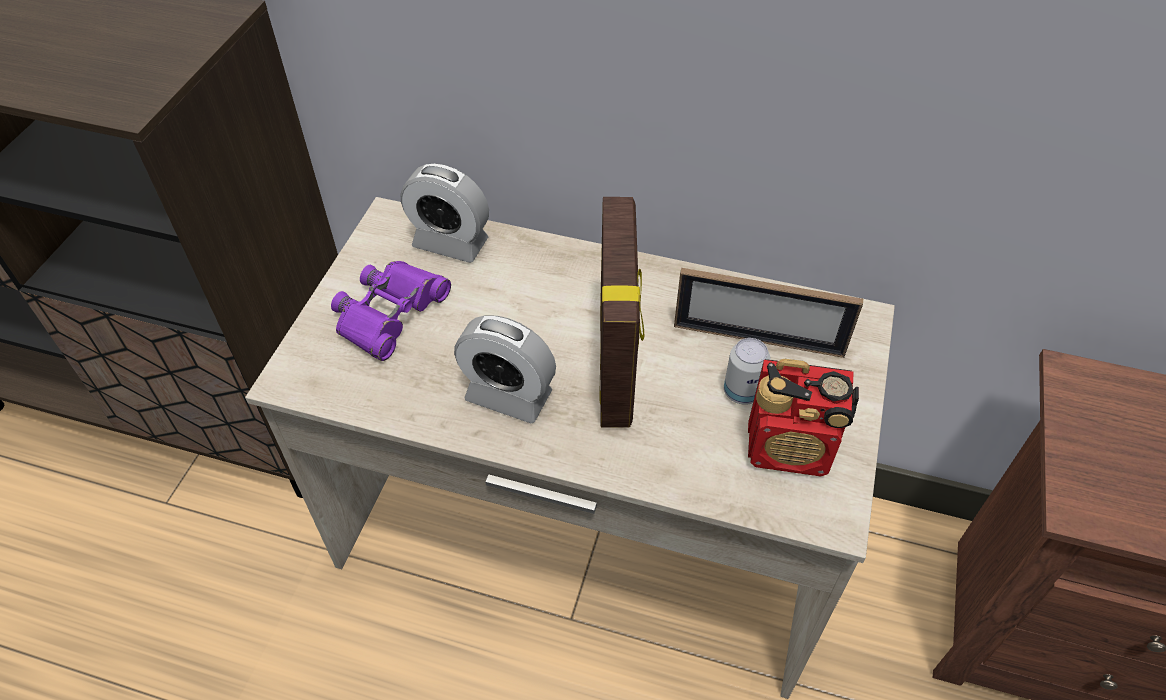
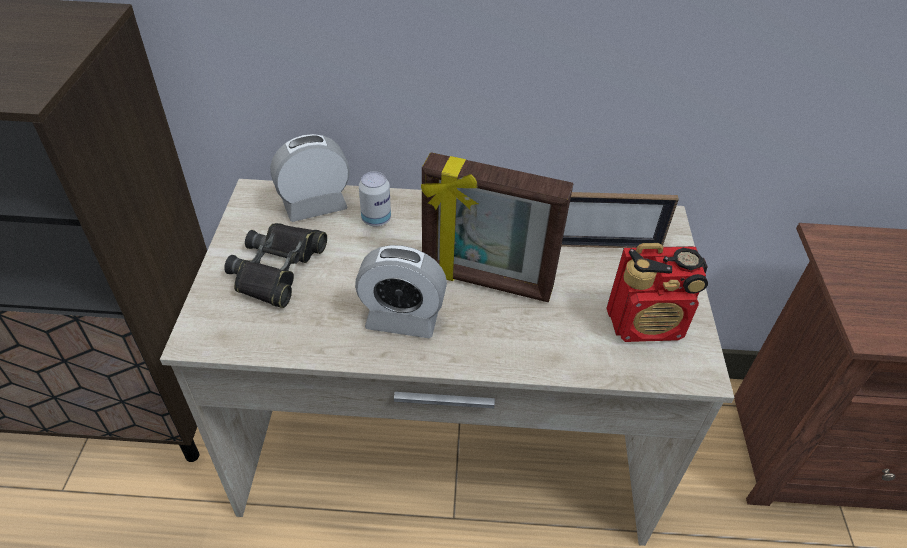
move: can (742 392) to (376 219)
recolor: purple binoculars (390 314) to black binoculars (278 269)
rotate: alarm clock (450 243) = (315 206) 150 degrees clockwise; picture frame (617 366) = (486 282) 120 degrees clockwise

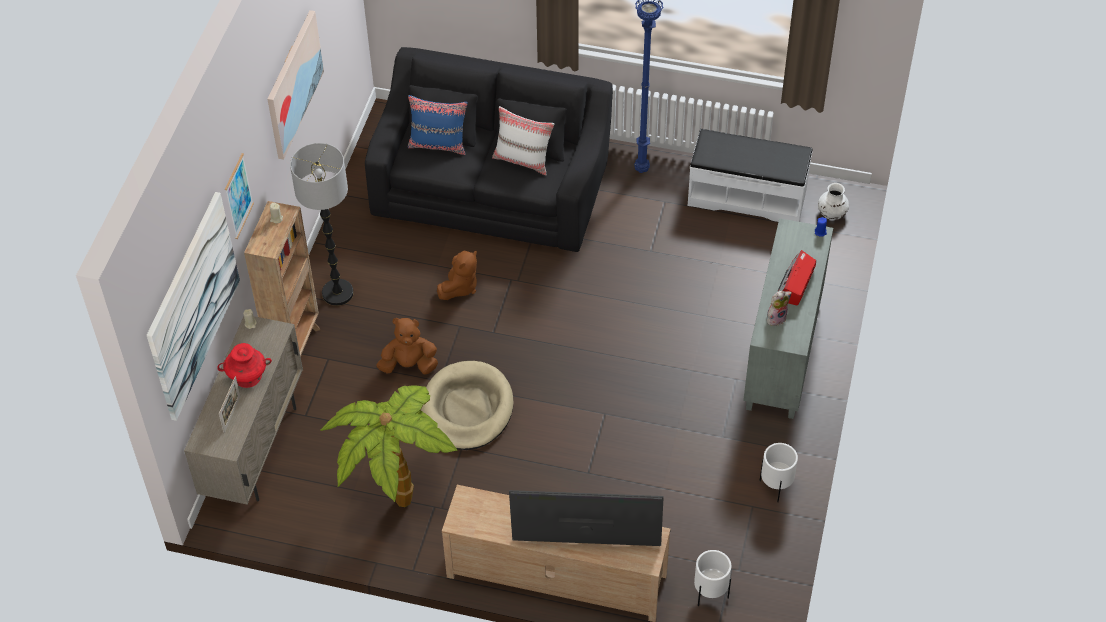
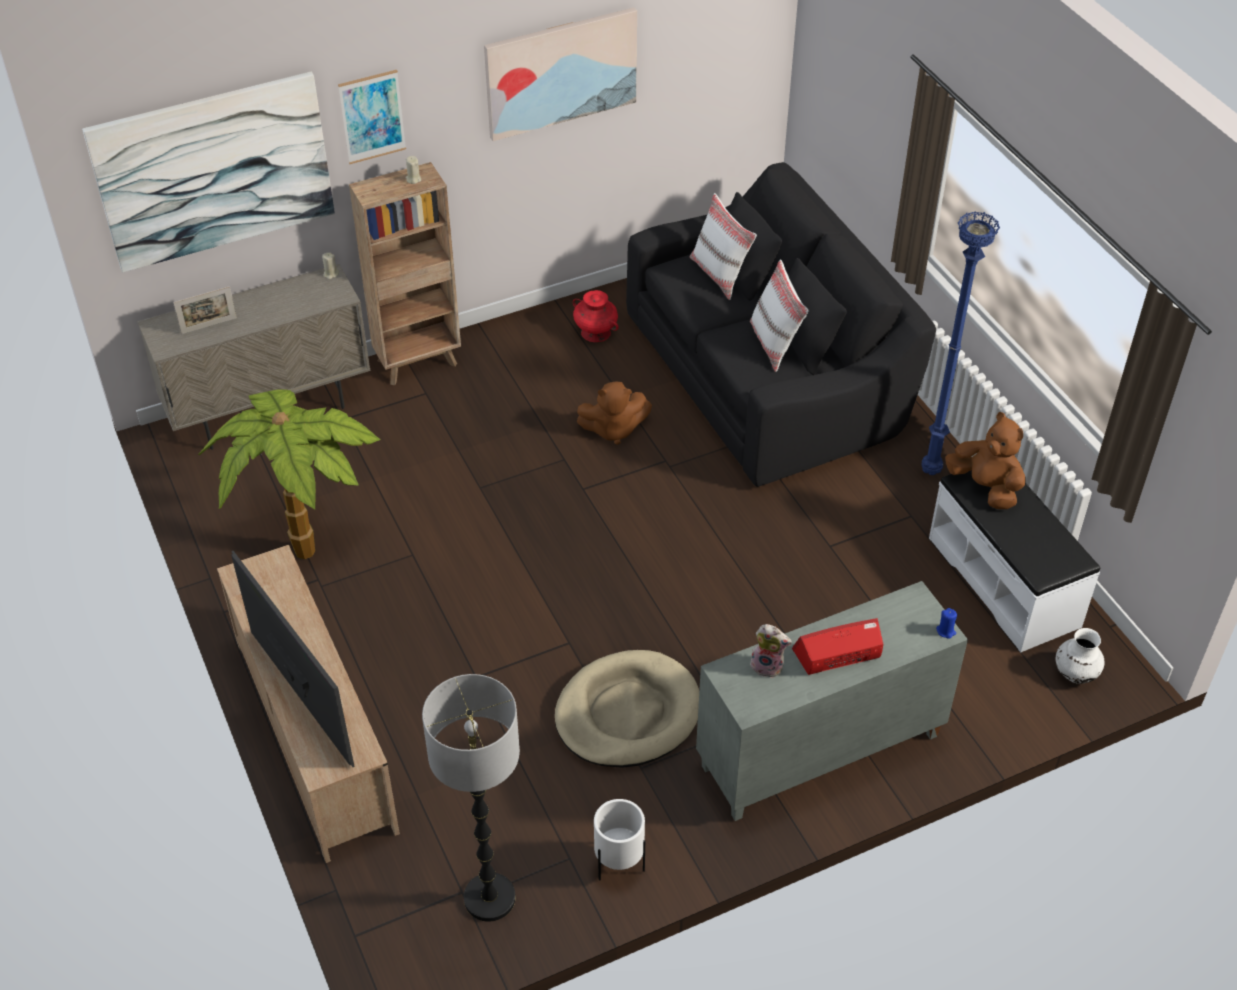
delete: white planter (710 594)
move: red vase (247 377) to (595 332); floor lamp (337 293) to (490 898); brown plush toy (409 365) to (985 487); beige dog bed (467 409) to (627 713)
recolor: blue pillow (438 144) to white pillow (720 274)

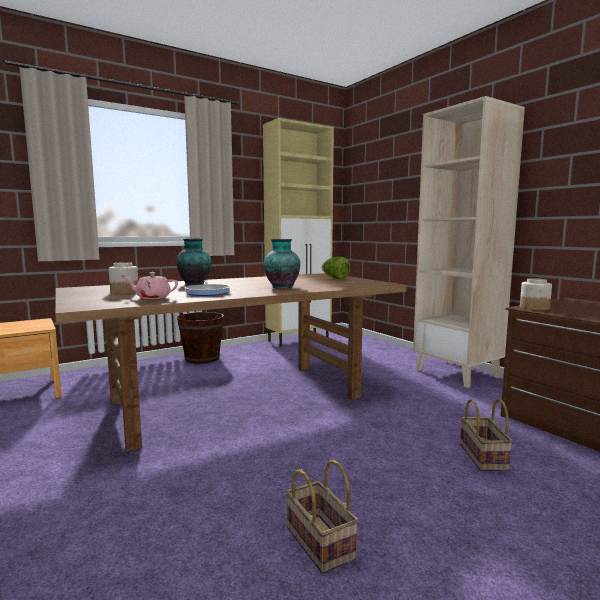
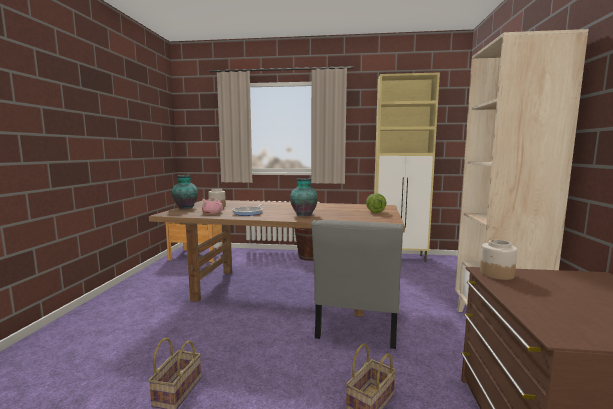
insert: grey chair (356 327)
move: vase (194 284) to (185 207)

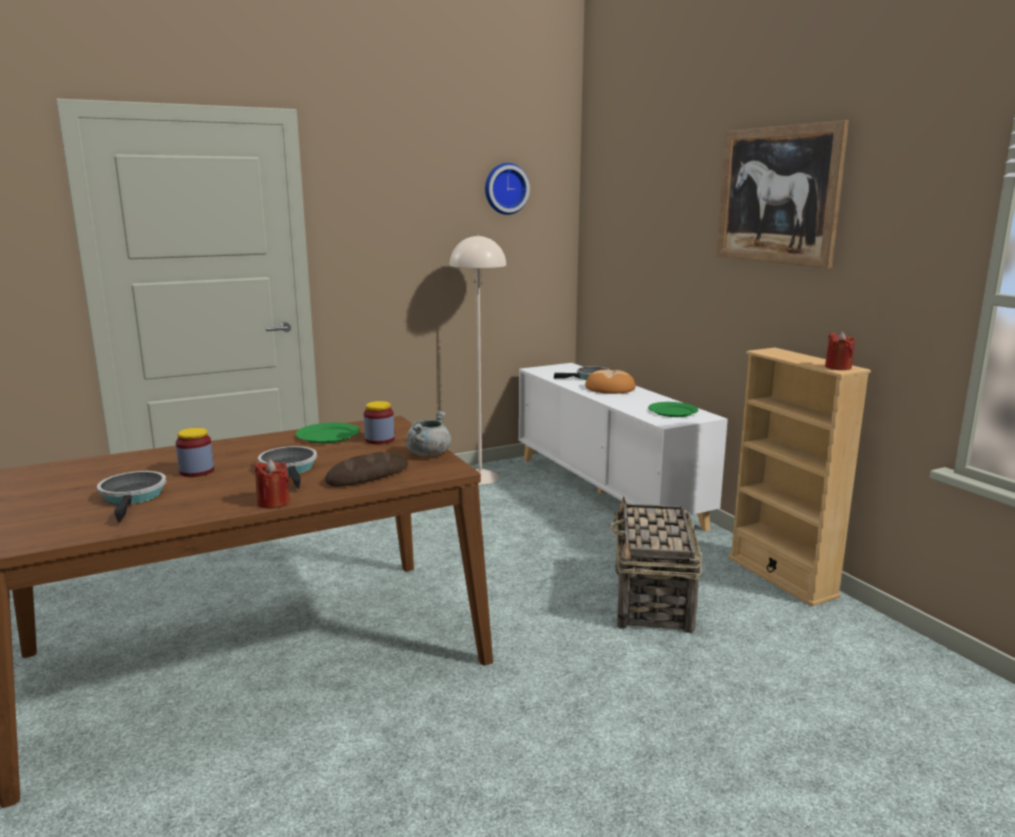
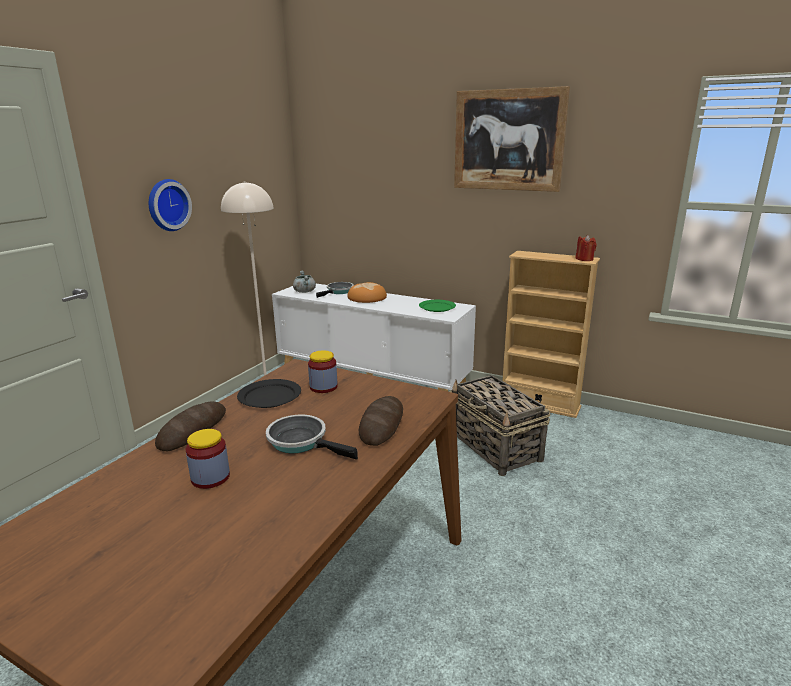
delete: frying pan (133 497); red candle (273 502)
insert: bread (193 430)
move: grey cooking pot (428 453) to (304 291); wall clock (505 188) to (167 205)
recolor: green plate (328 436) to black plate (270 396)

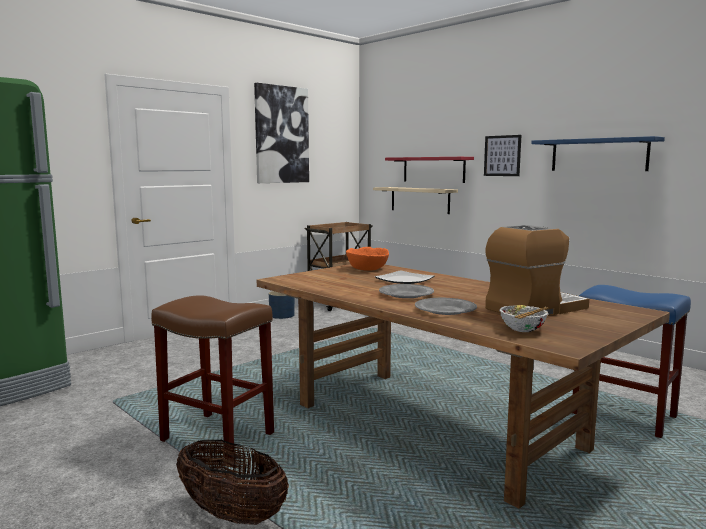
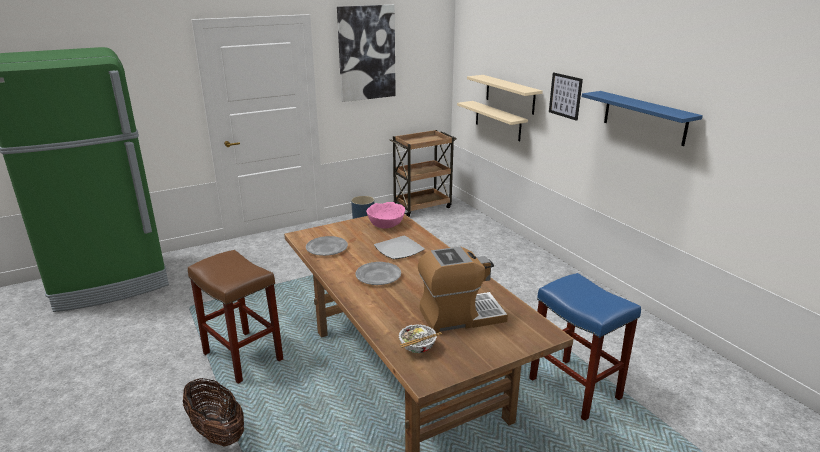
move: grey plate (445 310) to (326 248)
recolor: orange bowl (367 268) to pink bowl (386 224); red shelf (433 169) to beige shelf (510 94)

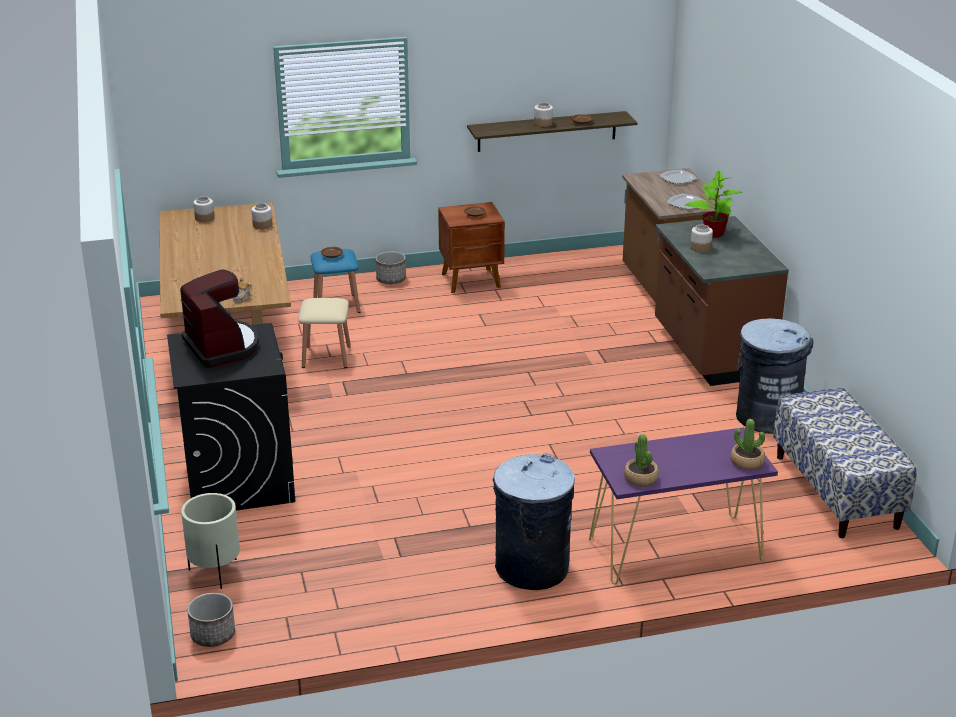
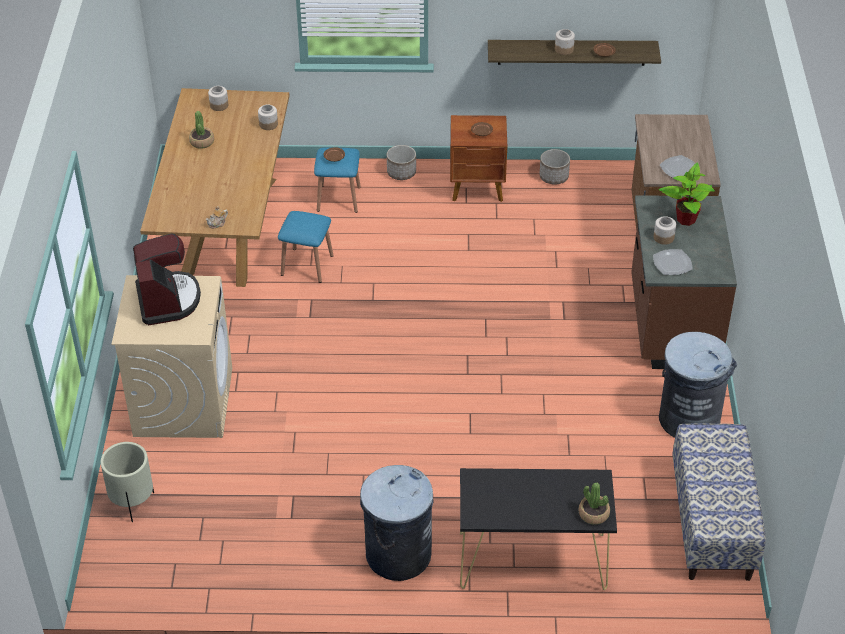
move: planter (213 634) to (554 177); potted plant (641 478) to (202 142); plate (678 178) to (672 263)
recolor: black washing machine (238 479) to beige washing machine (183 401); beige stool (326 356) to blue stool (307 265); purple console table (674 549) to black console table (531 561)

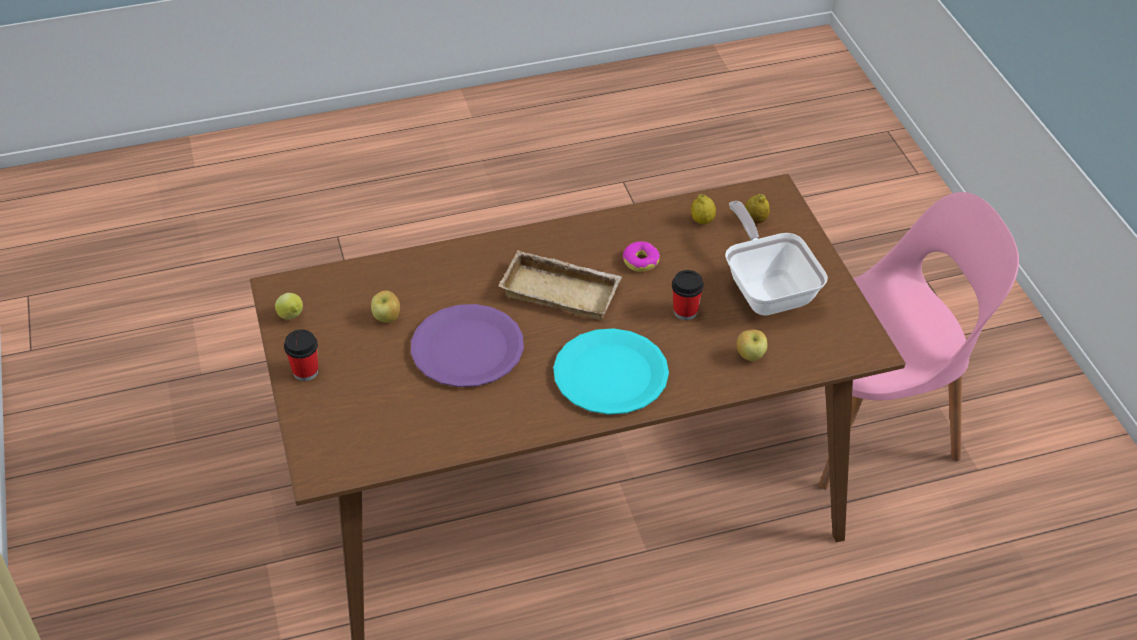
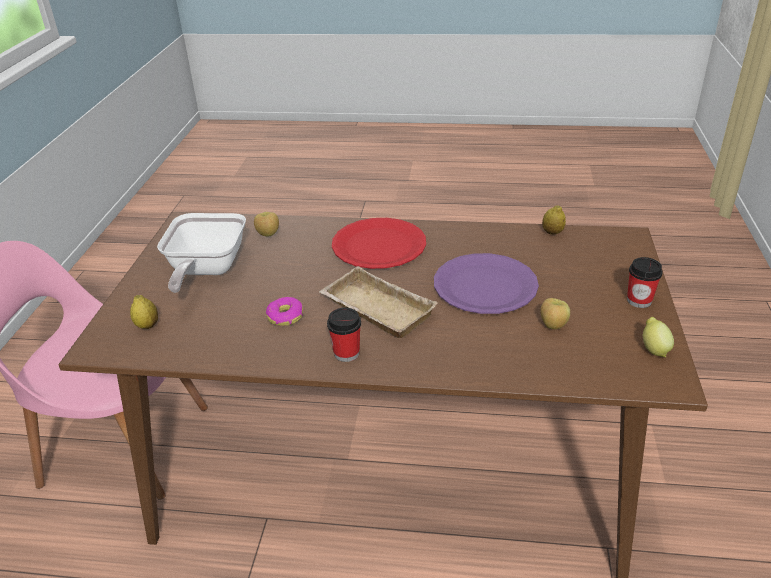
move: cup (685 311) to (346 353); lemon (702 221) to (552 232)
recolor: turquoise plate (611 374) to red plate (378 246)

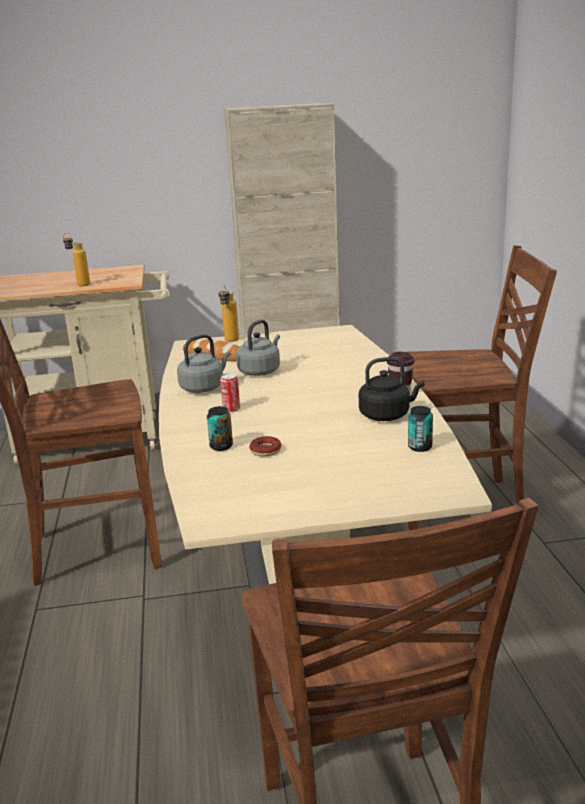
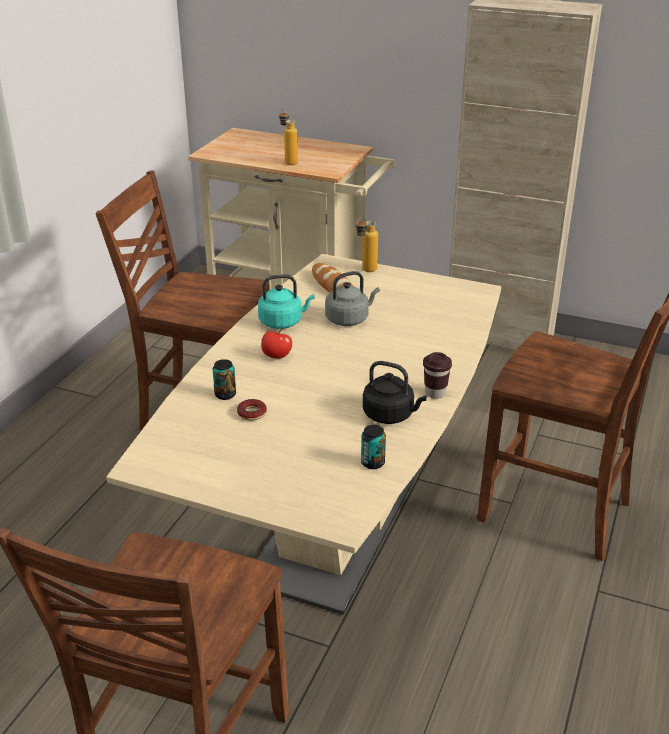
replace: can (231 409) to apple (276 356)
recolor: grey kettle (204 387) to turquoise kettle (283 322)

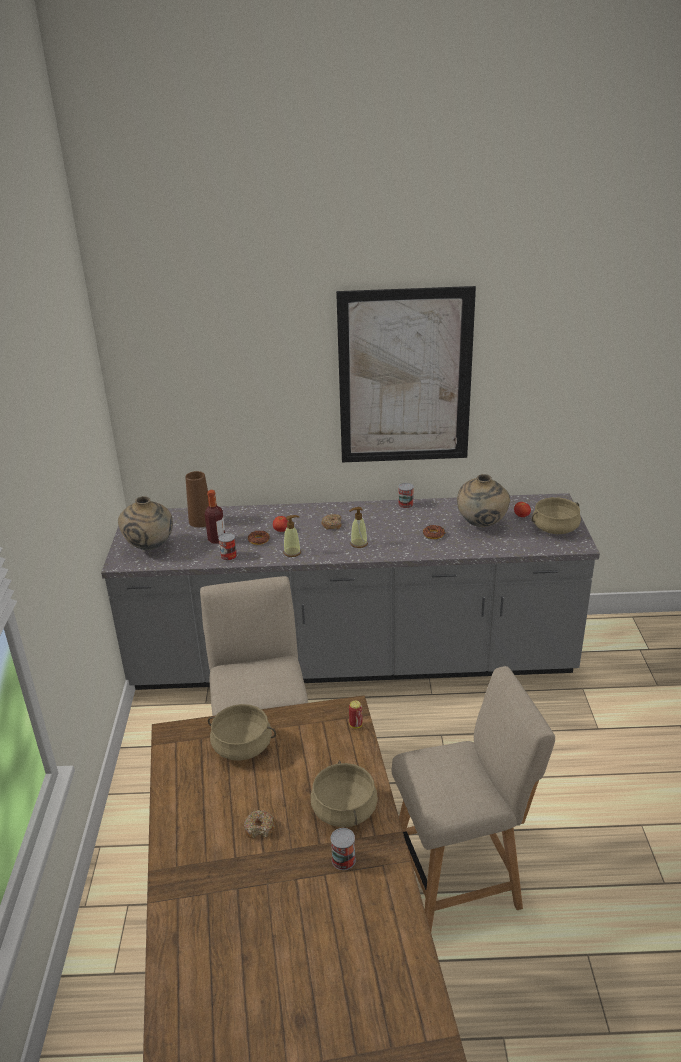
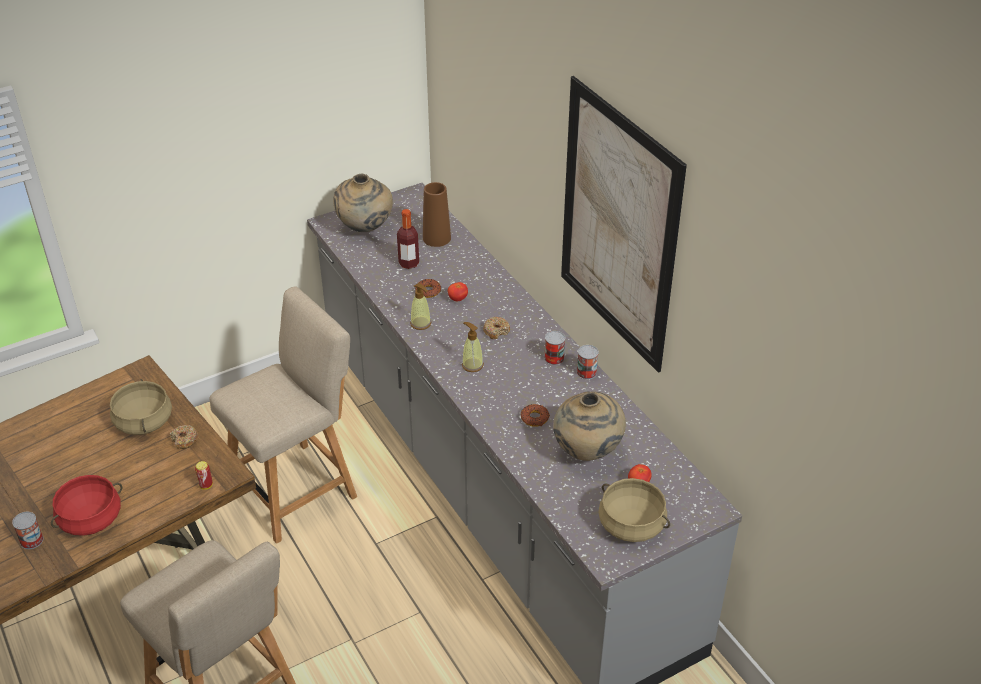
move: can (228 556) to (554 358); donut (259 828) to (184 440)
recolor: beige cooking pot (345 810) to red cooking pot (90 519)

